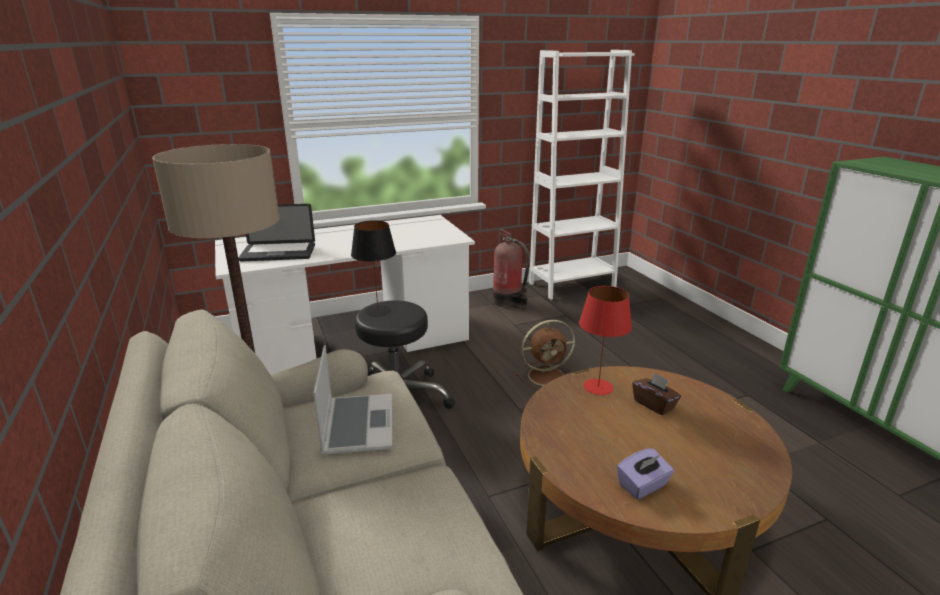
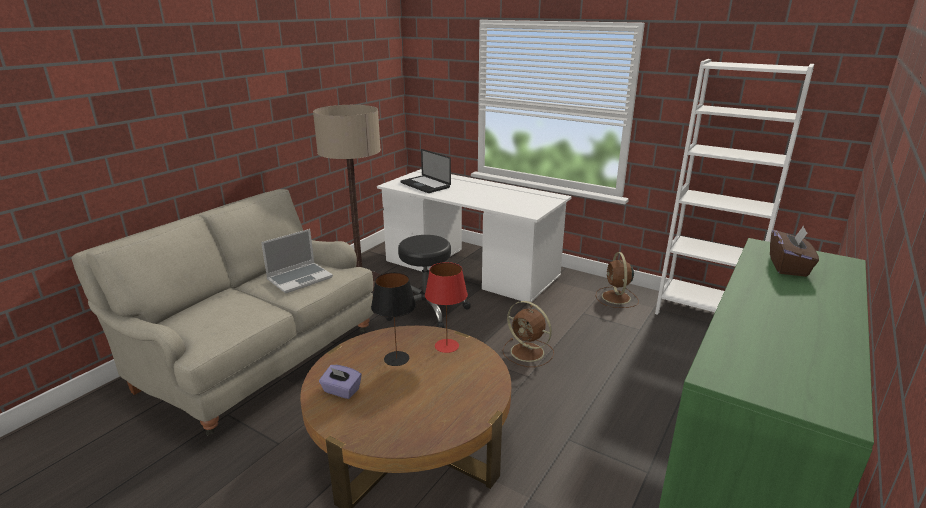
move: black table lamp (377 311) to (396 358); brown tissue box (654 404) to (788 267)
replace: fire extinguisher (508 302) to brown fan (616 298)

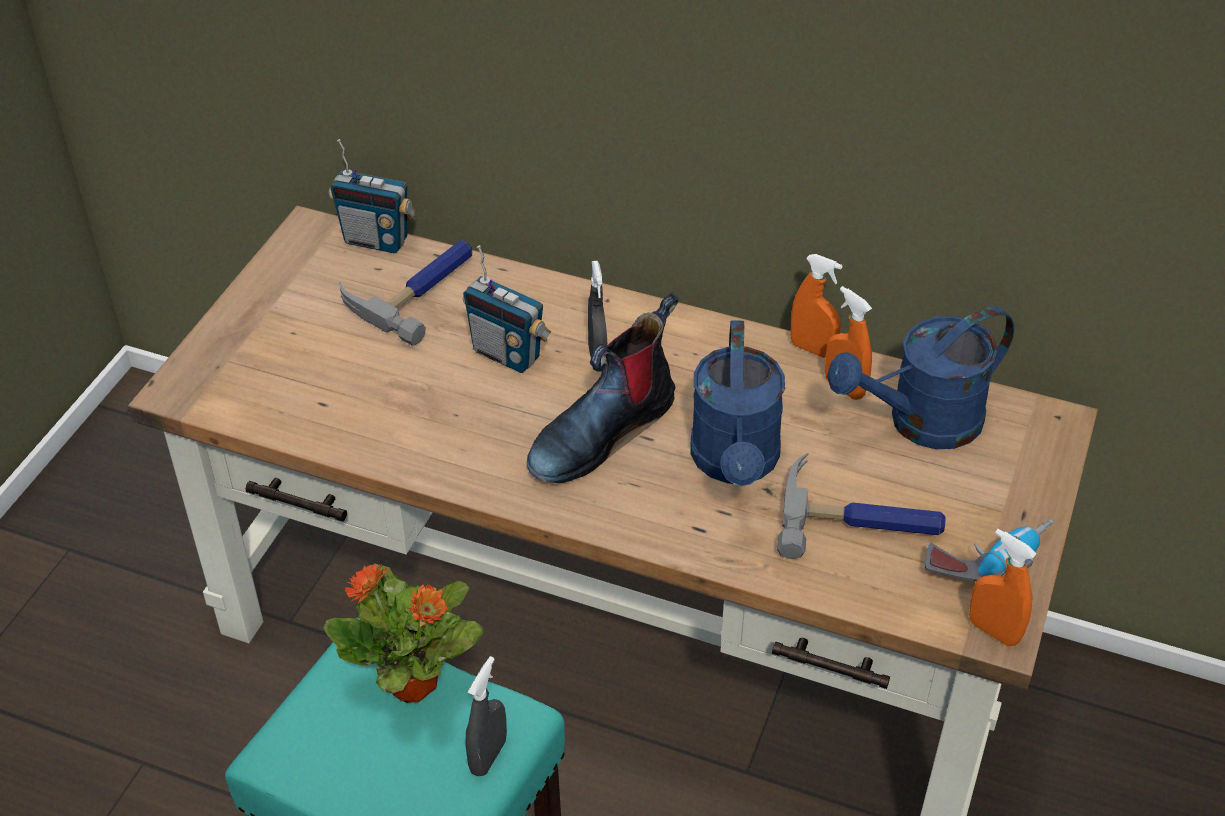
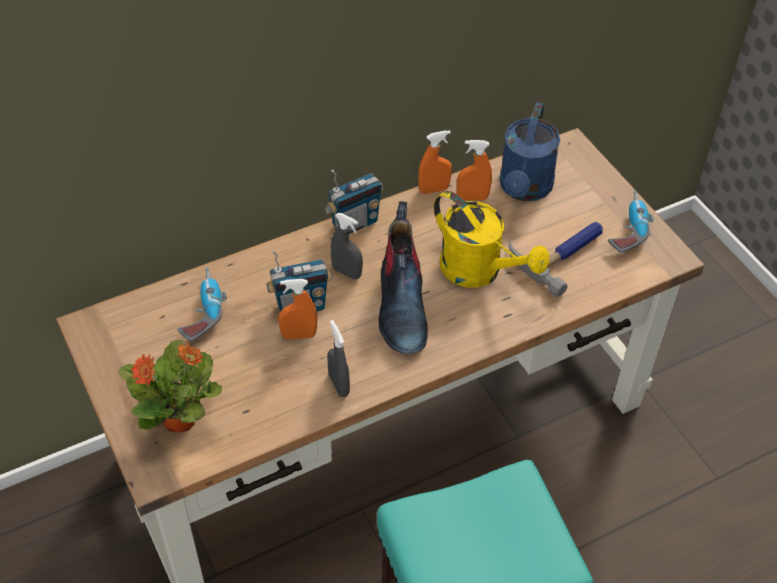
move: potted plant (414 684) to (181 419); radio (376 240) to (354 223); grey spray bottle (488 756) to (338 385); orange spray bottle (993 631) to (299 335)
replace: hammer (417 289) to power drill (202 310)
recolor: blue watering can (736 464) to yellow watering can (479 272)

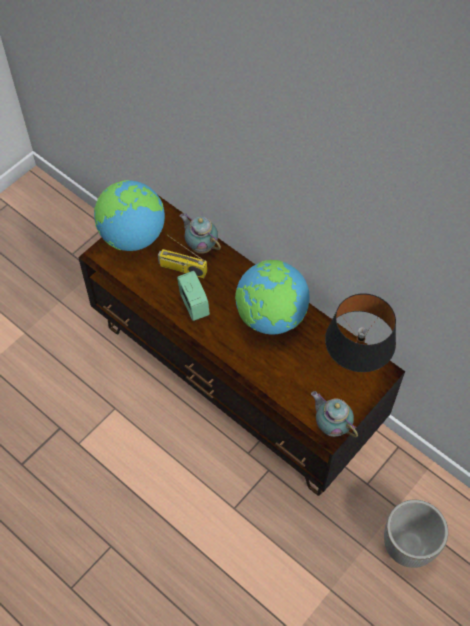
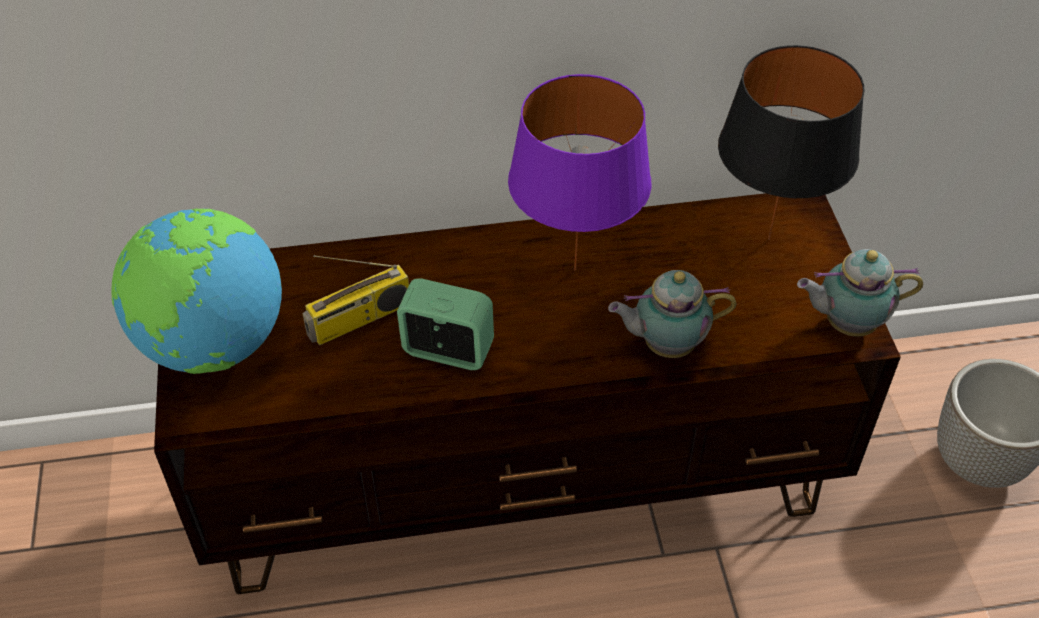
move: teapot (200 246) to (665 345)
replace: globe (270 317) to purple table lamp (576 270)

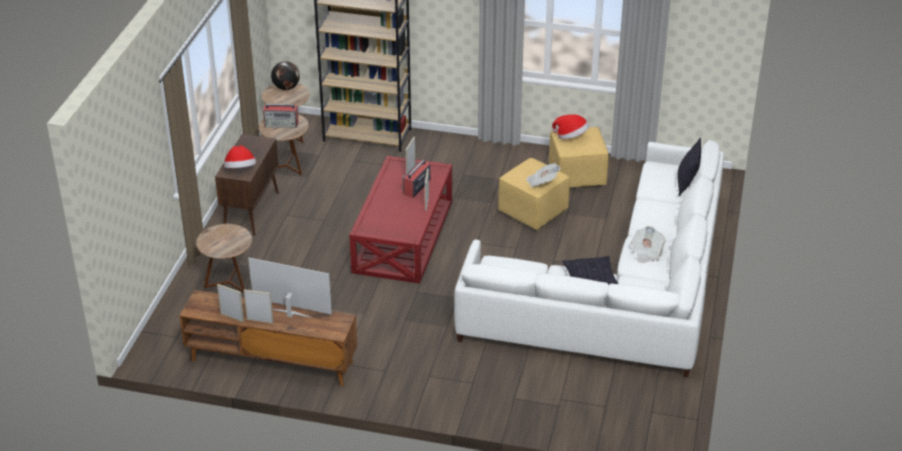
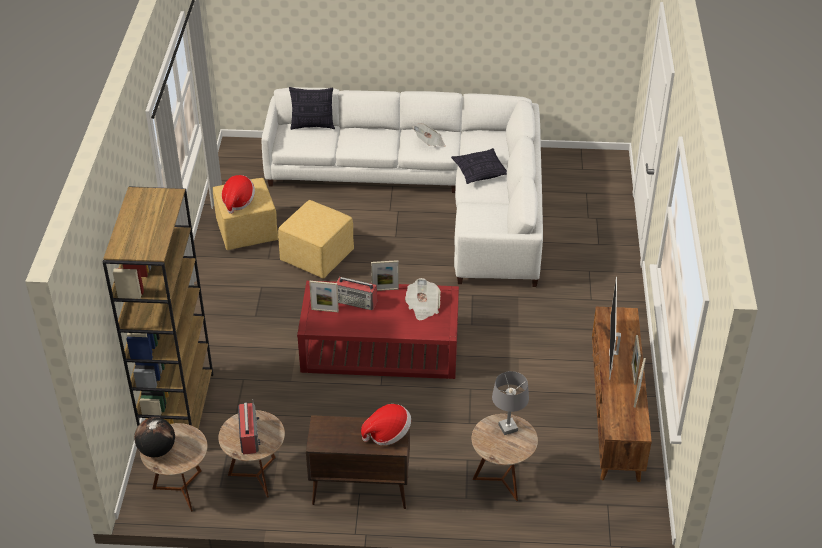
insert: grey table lamp (508 428)
move: newspaper (542 182) to (423 307)

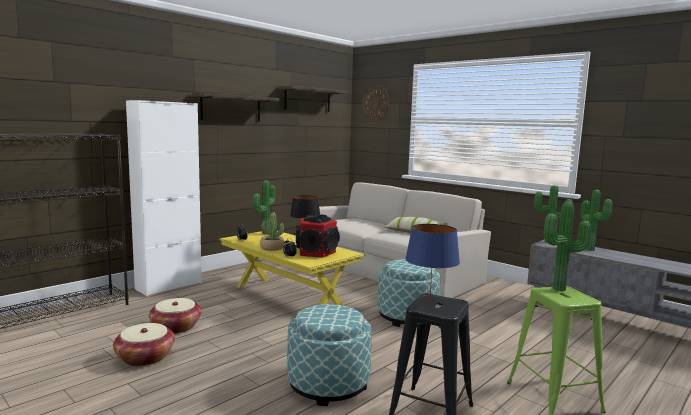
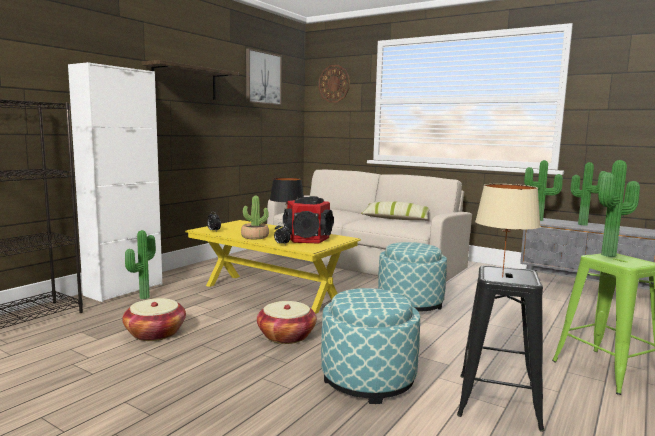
move: basket (145 357) to (286 336); potted plant (264 233) to (142 297)
replace: shelf (307 99) to picture (263 78)
recolor: blue table lamp (429 306) to beige table lamp (502 277)

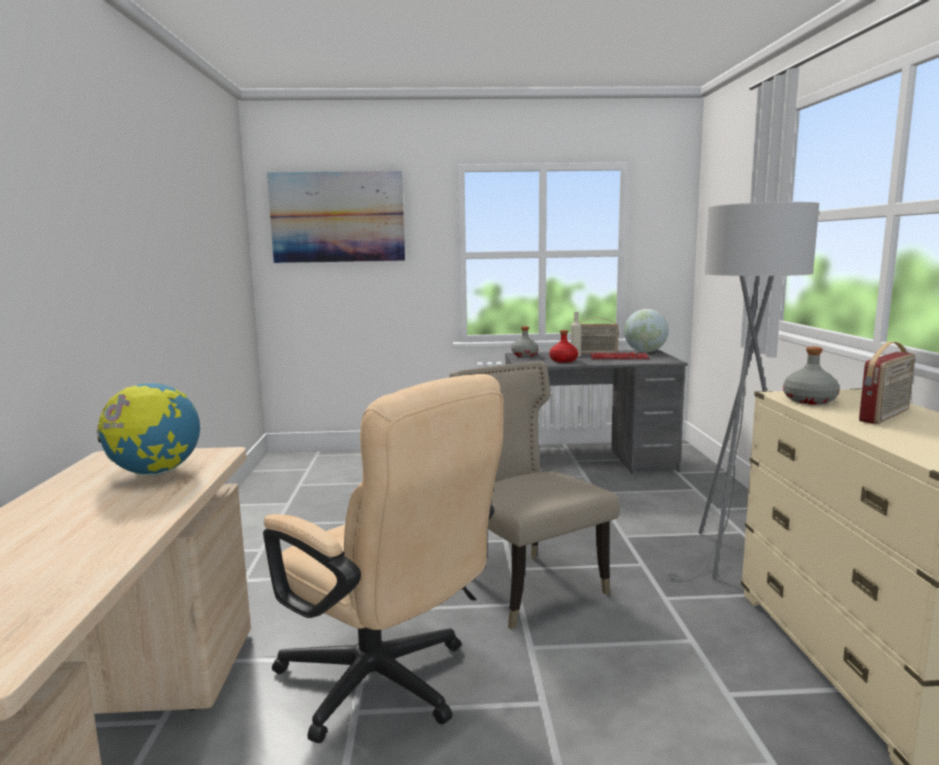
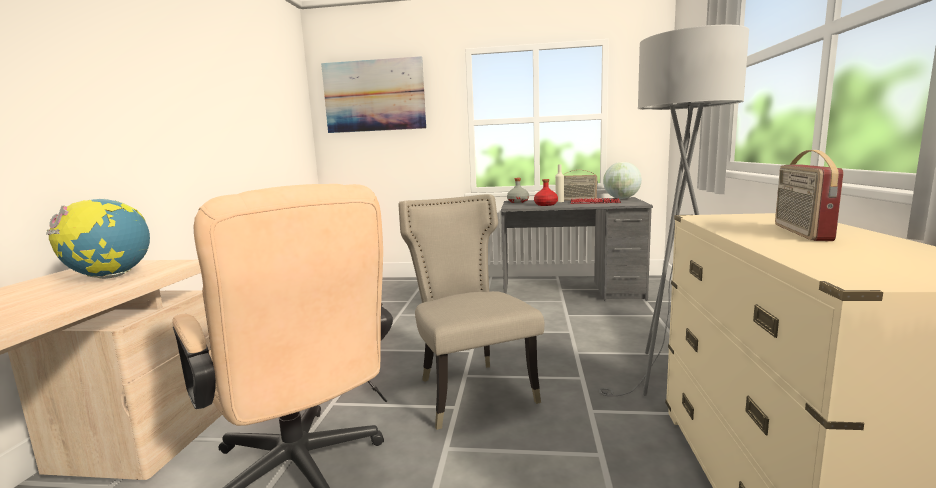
delete: grey bottle (808 400)
rotate: radio (885 416) = (800 232) 135 degrees clockwise

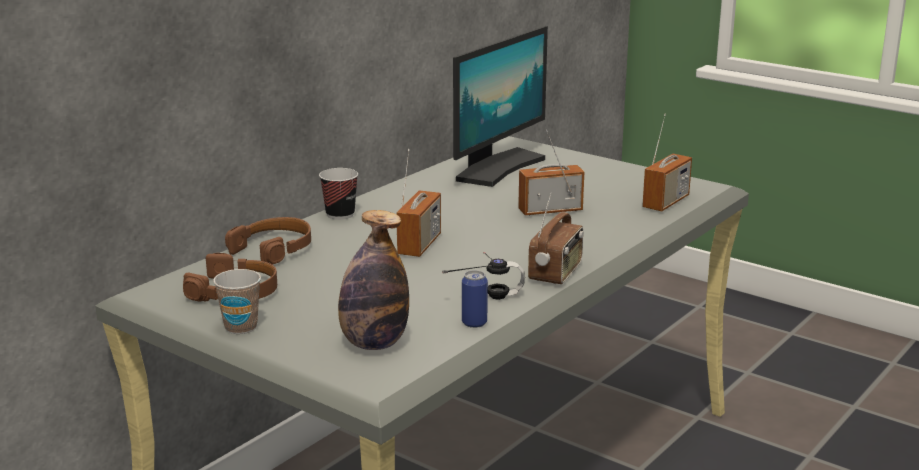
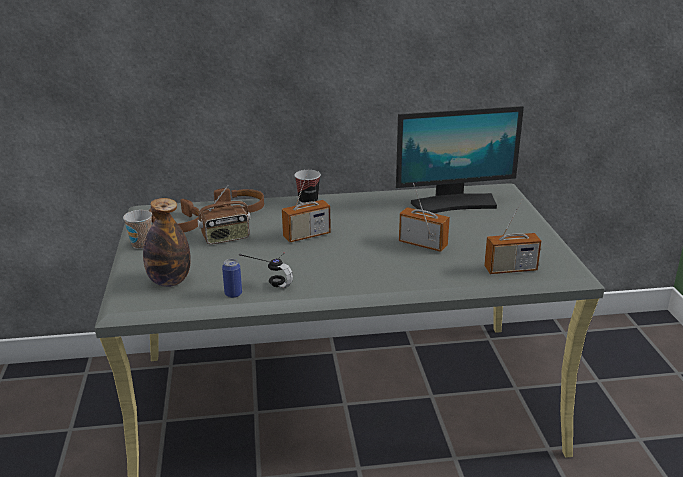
move: radio (556 273) to (226 238)

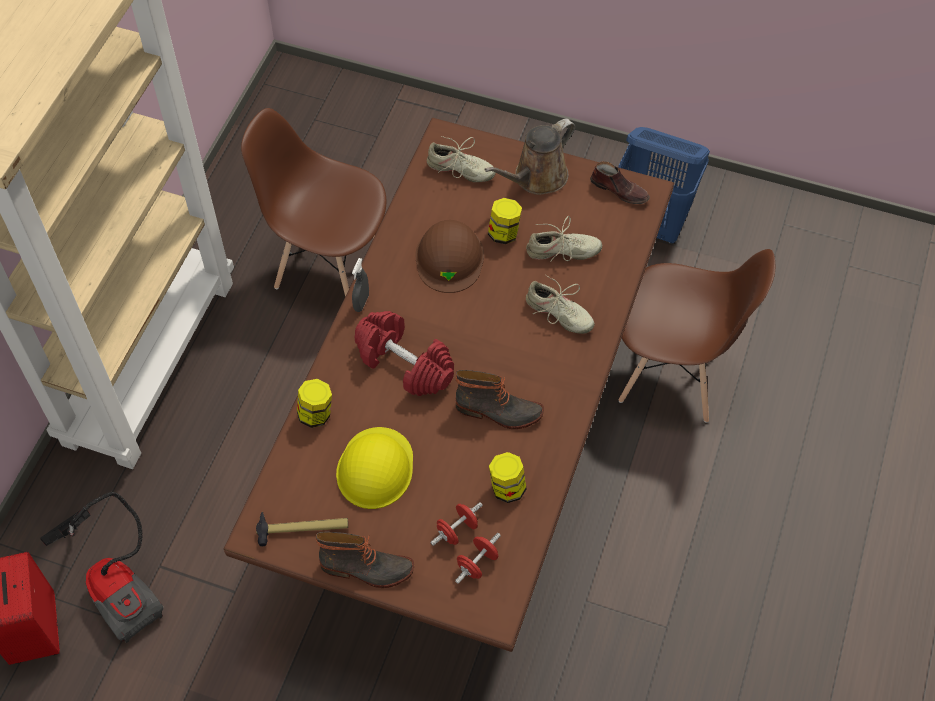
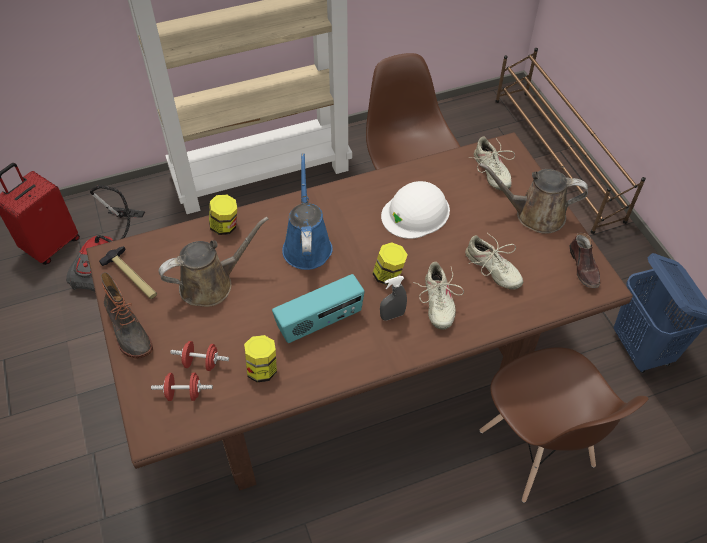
insert: brown shoe rack (556 158)
move: grey spray bottle (361 302) to (392 315); jar (504 233) to (389 275)
replace: yellow hard hat (375 468) to brown watering can (211 284); red dumbbell (404 364) to blue watering can (307 245); boot (498 412) to radio (320 322)
recolor: brown hard hat (449 258) to white hard hat (416 212)

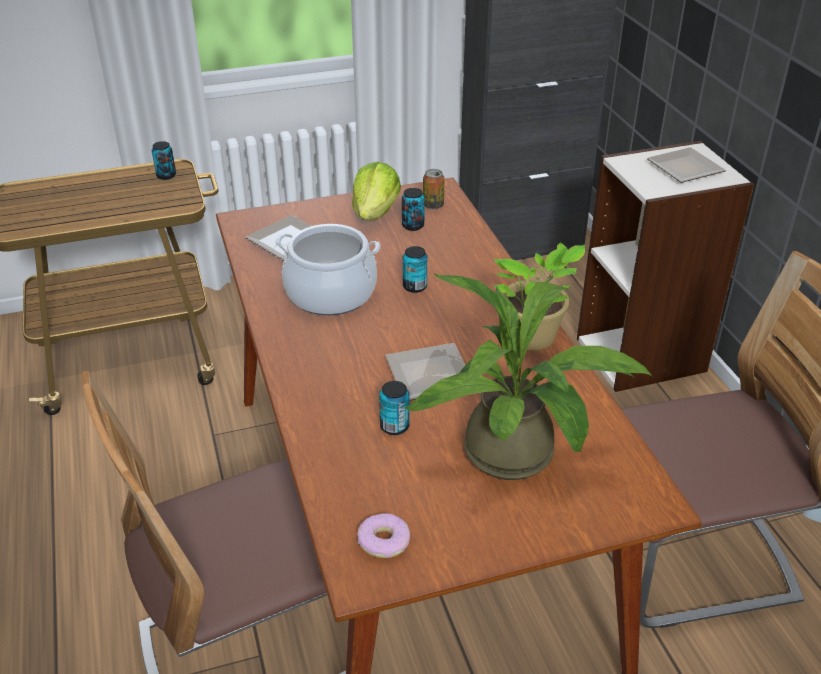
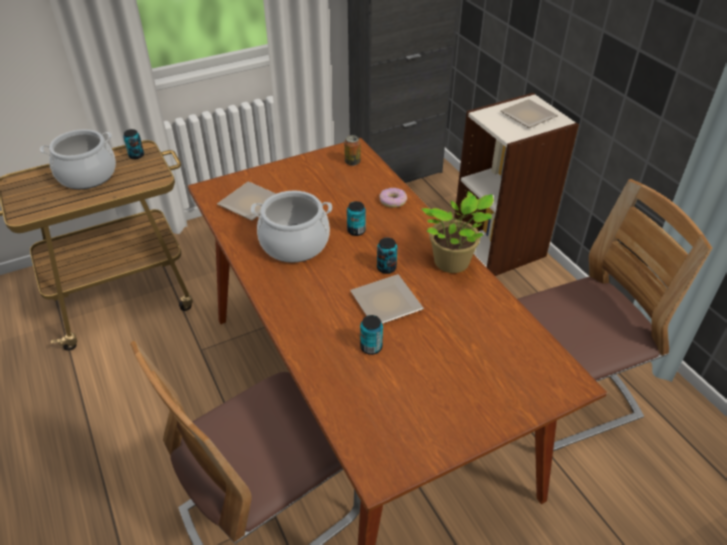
delete: lettuce (375 213); potted plant (519 457)
insert: cooking pot (87 175)
move: donut (384 541) to (393 201); can (413 226) to (386 268)

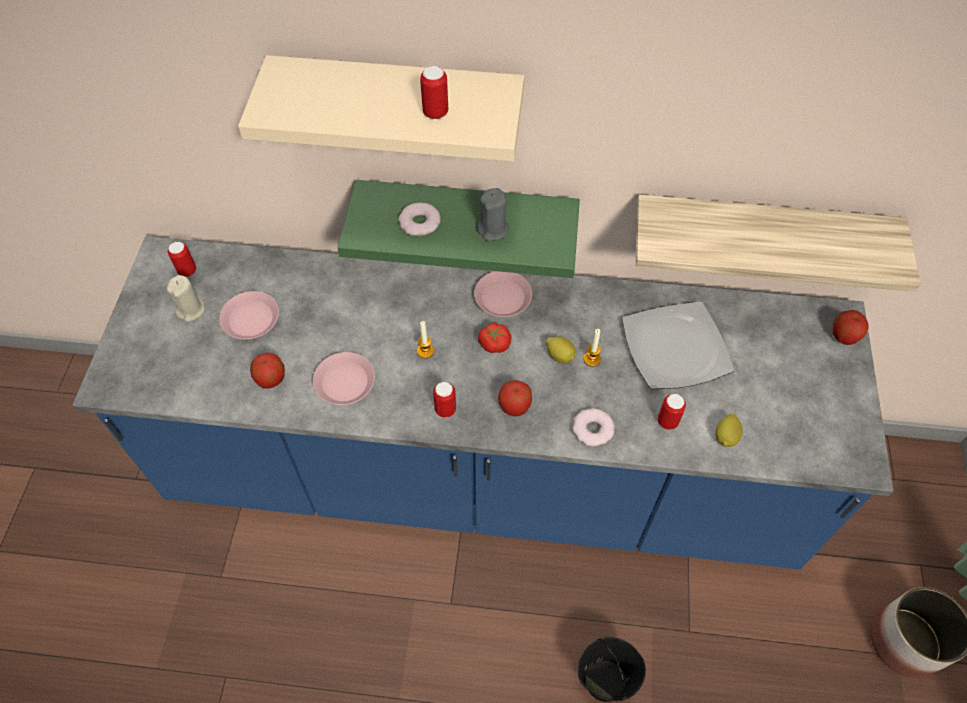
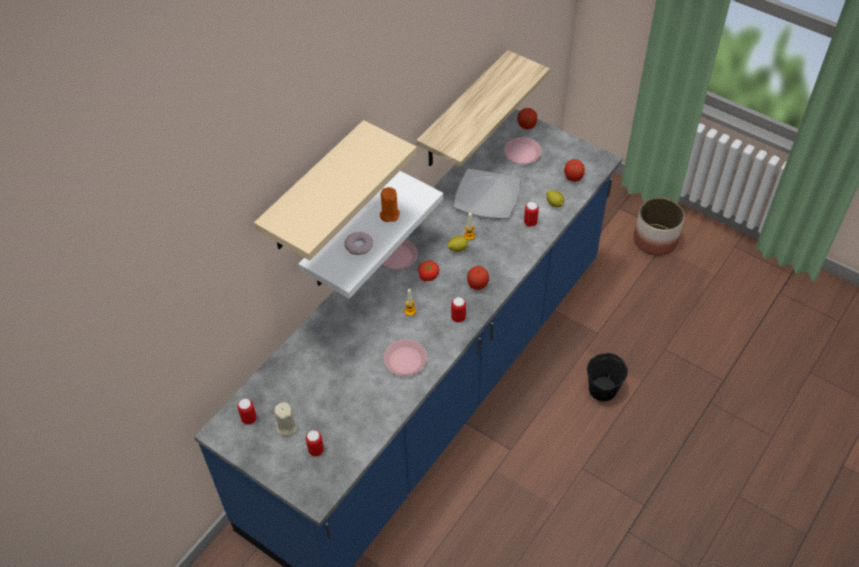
delete: donut (592 430)
move: pink plate (251 319) to (522 153); apple (271 379) to (573 177); can (435 112) to (316 450)
recolor: green shelf (467 216) to white shelf (350 232); grey candle (493 229) to orange candle (389 214)

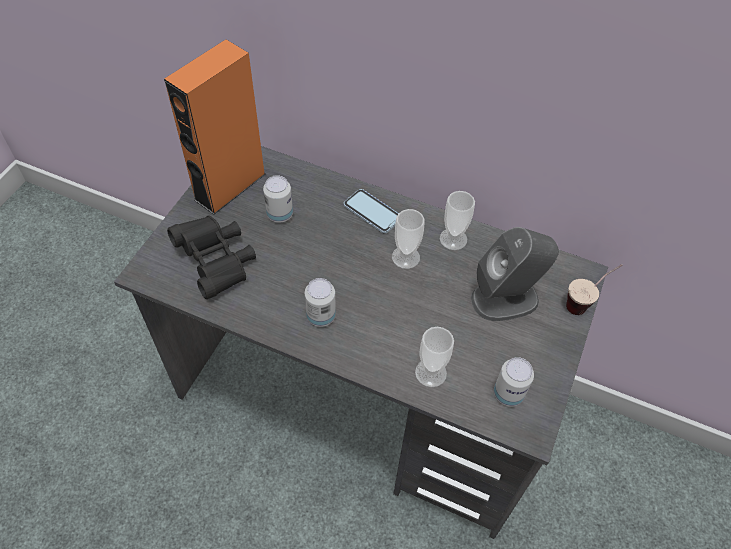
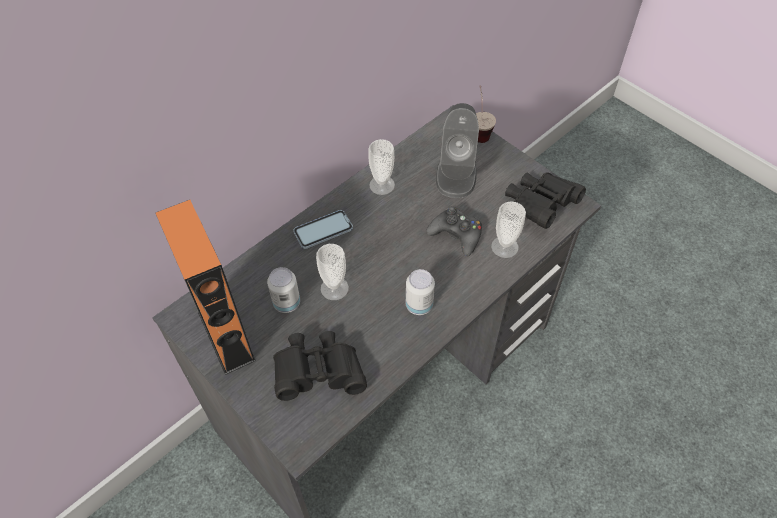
insert: black game controller (456 235)
move: cup (405 257) to (334 288)
replace: can (508 394) to black binoculars (540 206)

